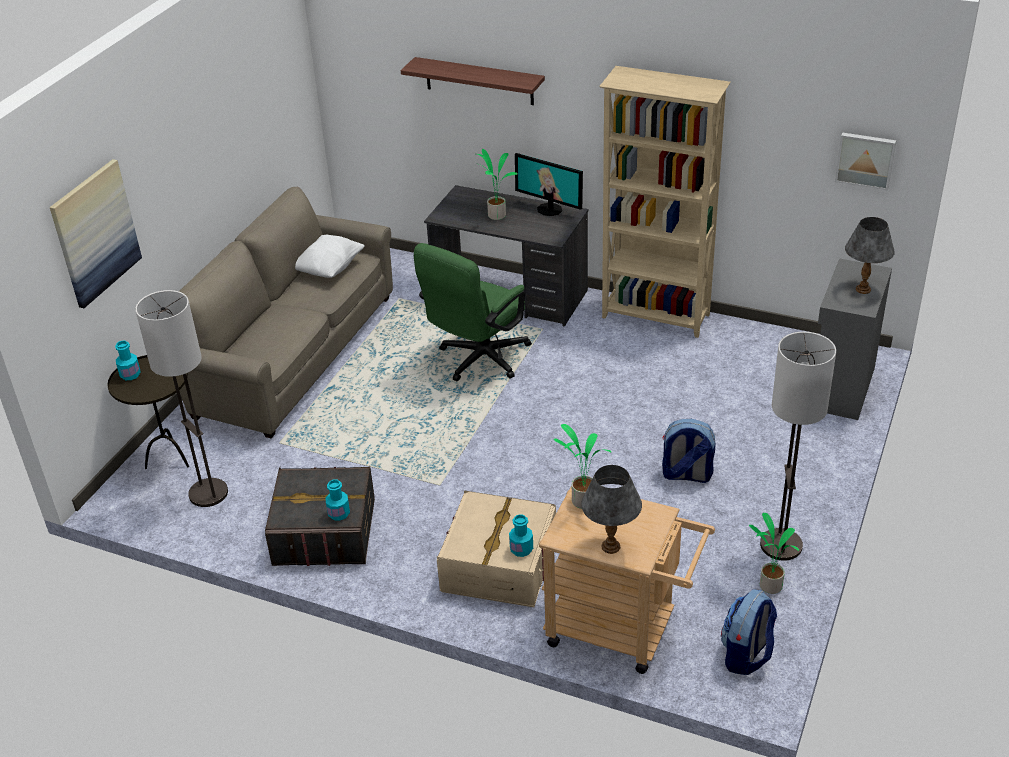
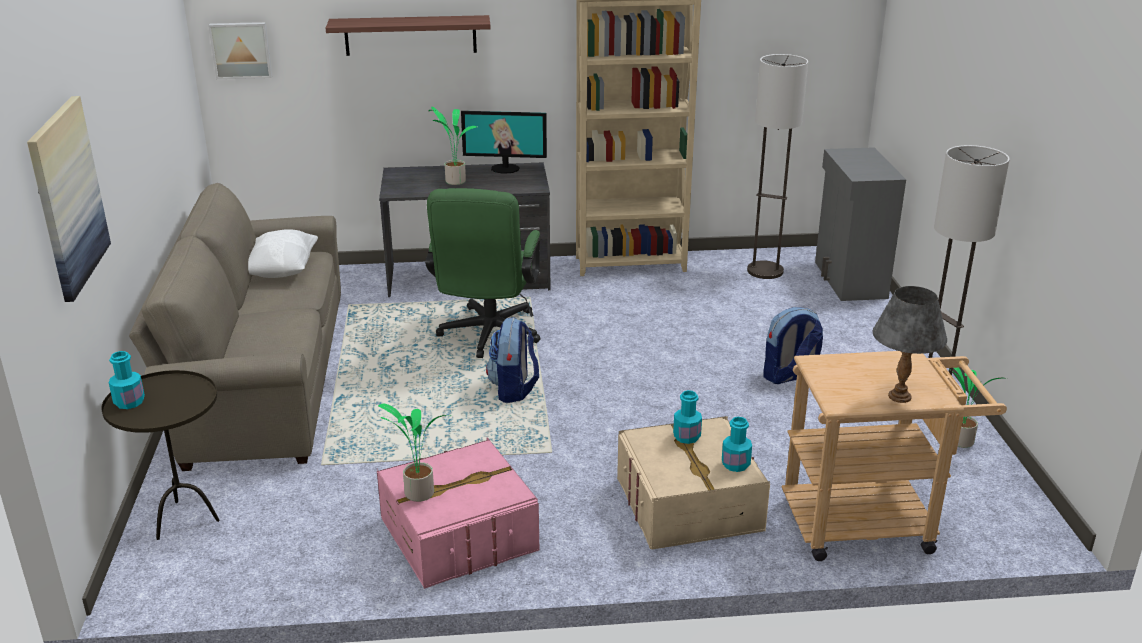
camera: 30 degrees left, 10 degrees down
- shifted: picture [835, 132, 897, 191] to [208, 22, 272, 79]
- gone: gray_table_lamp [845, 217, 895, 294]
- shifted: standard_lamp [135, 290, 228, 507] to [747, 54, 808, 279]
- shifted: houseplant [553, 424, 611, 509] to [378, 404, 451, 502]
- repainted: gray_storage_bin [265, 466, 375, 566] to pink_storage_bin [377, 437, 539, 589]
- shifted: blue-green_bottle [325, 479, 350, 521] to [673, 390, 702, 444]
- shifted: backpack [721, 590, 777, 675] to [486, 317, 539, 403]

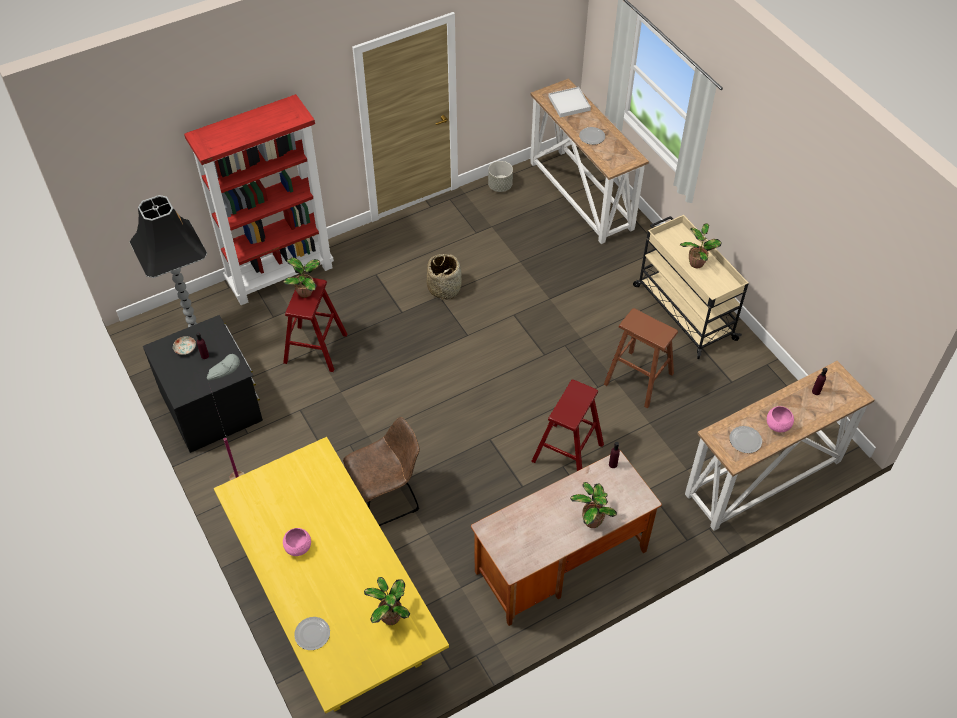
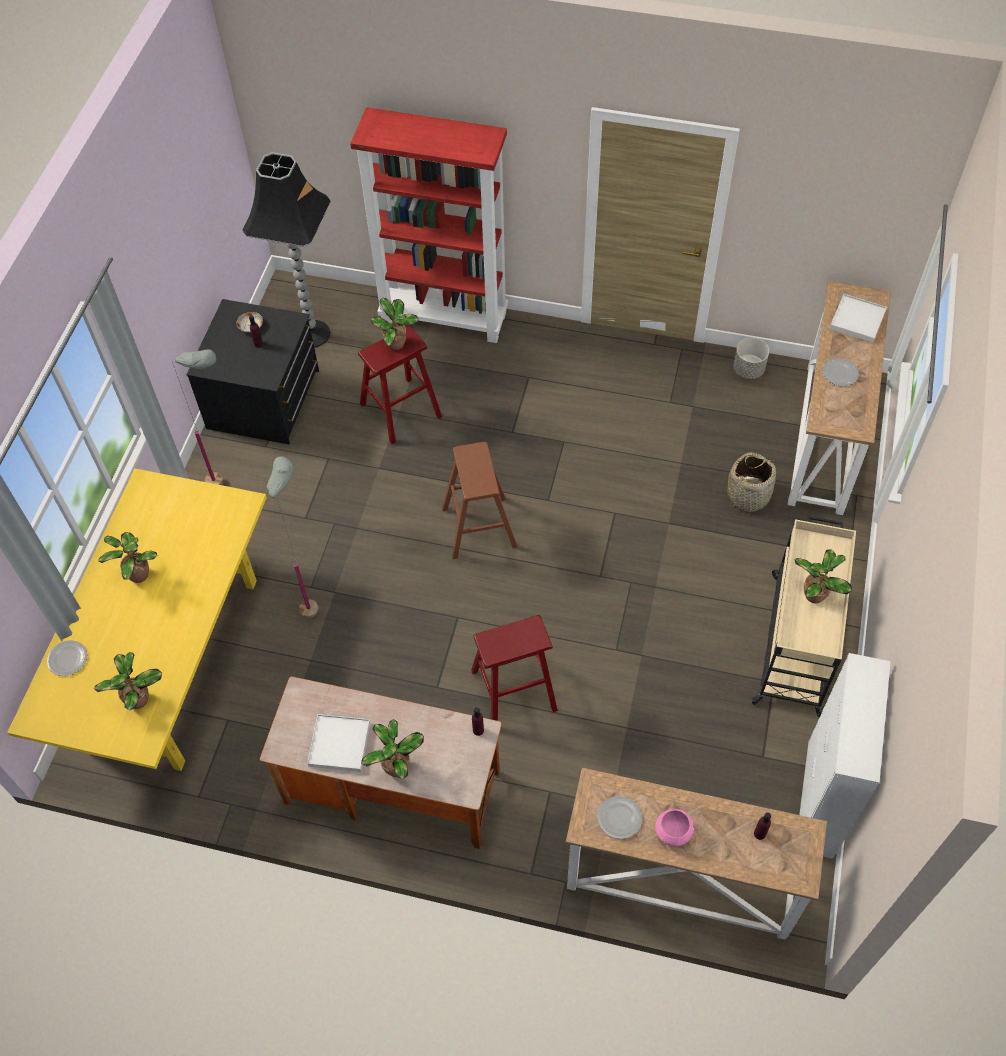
camera: 45 degrees right, 5 degrees up
- shifted: storage_basket [427, 254, 462, 300] to [727, 452, 776, 513]
- shifted: brown-coloured_stool [604, 308, 678, 409] to [442, 442, 518, 559]
- swapped: brown-coloured_plain_chair [343, 417, 420, 526] to gray_standard_lamp [267, 456, 319, 618]
- swapped: pink_serving_bowl [283, 528, 311, 556] to houseplant [98, 532, 158, 583]
- new: white-coloured_cabinet [799, 653, 891, 859]
- new: white-coloured_carrying_tray [307, 714, 370, 772]

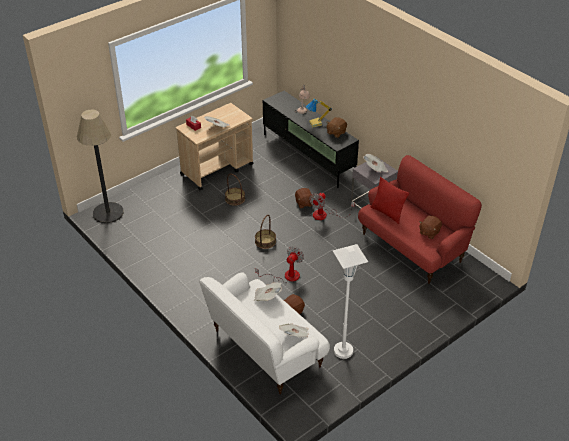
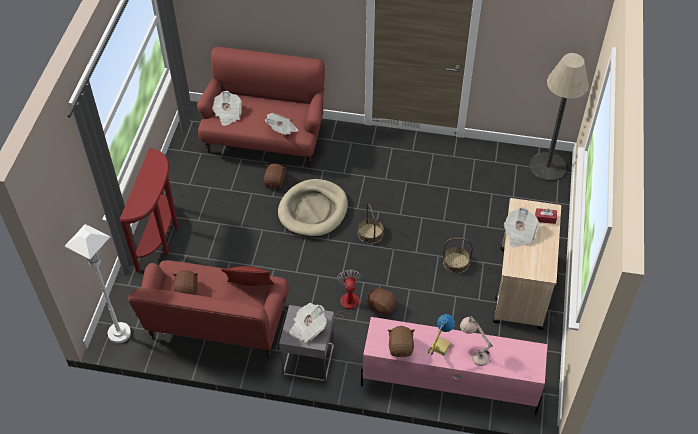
camera: 140 degrees right, 10 degrees up
- repainted: black-coloured_tv_stand [263, 91, 359, 188] to pink_tv_stand [361, 317, 547, 415]
- shifted: white-coloured_standard_lamp [332, 244, 368, 359] to [64, 224, 131, 343]
- swapped: cooling_fan [255, 246, 304, 283] to beige_pet_bed [278, 179, 348, 237]
- repainted: white-coloured_couch [199, 273, 330, 394] to red-coloured_couch [197, 47, 325, 167]
- new: red-coloured_hall_table [119, 148, 179, 272]

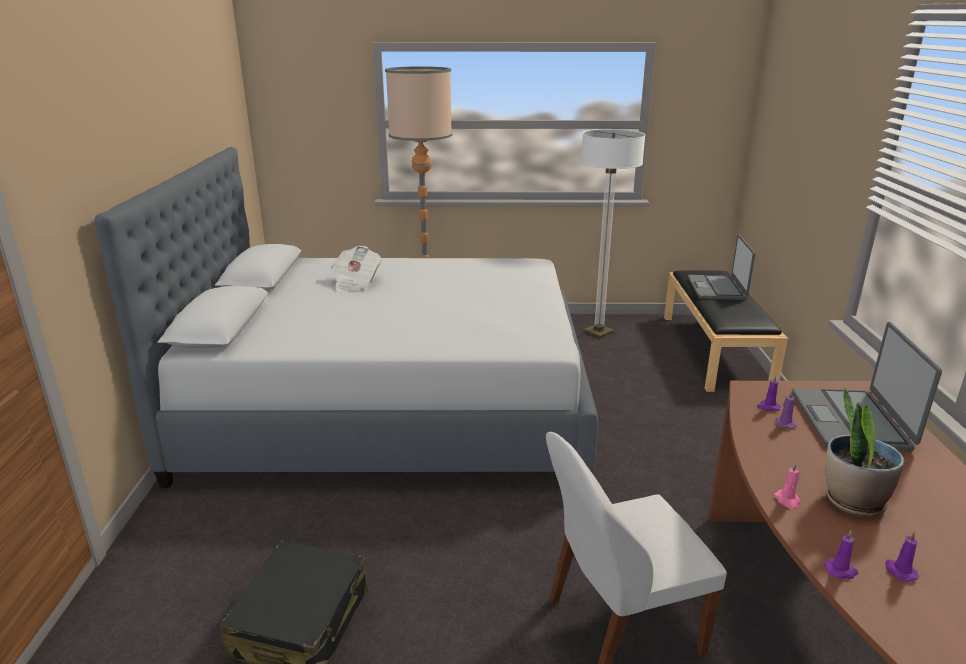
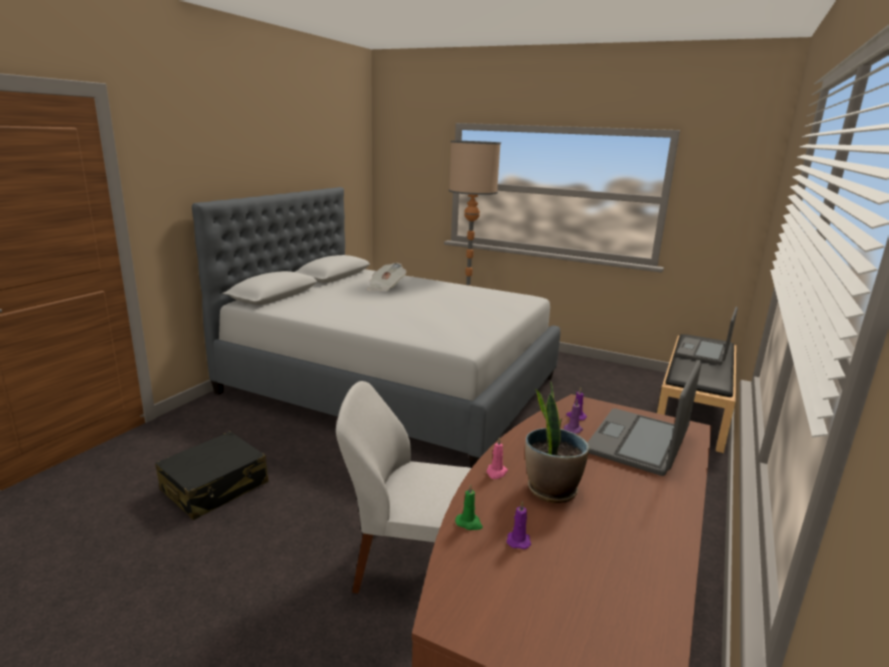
camera: 25 degrees right, 5 degrees down
- gone: standard_lamp [581, 129, 645, 338]
- repainted: purple_wax_candle [824, 530, 858, 579] to green_wax_candle [455, 484, 483, 530]

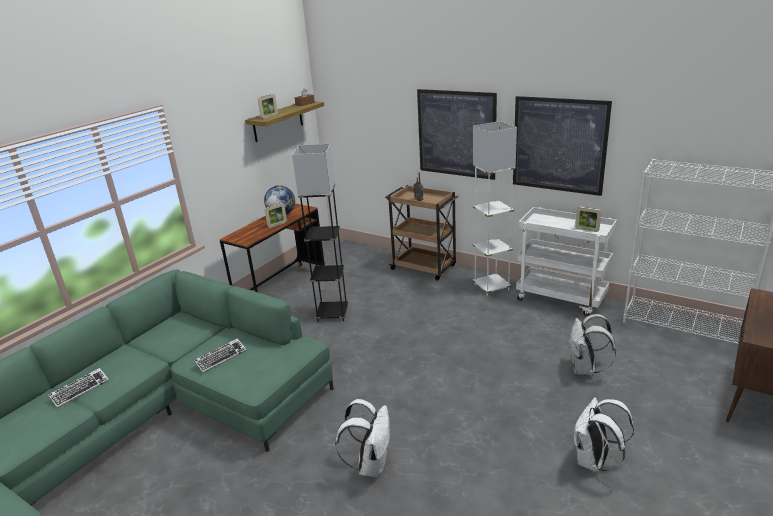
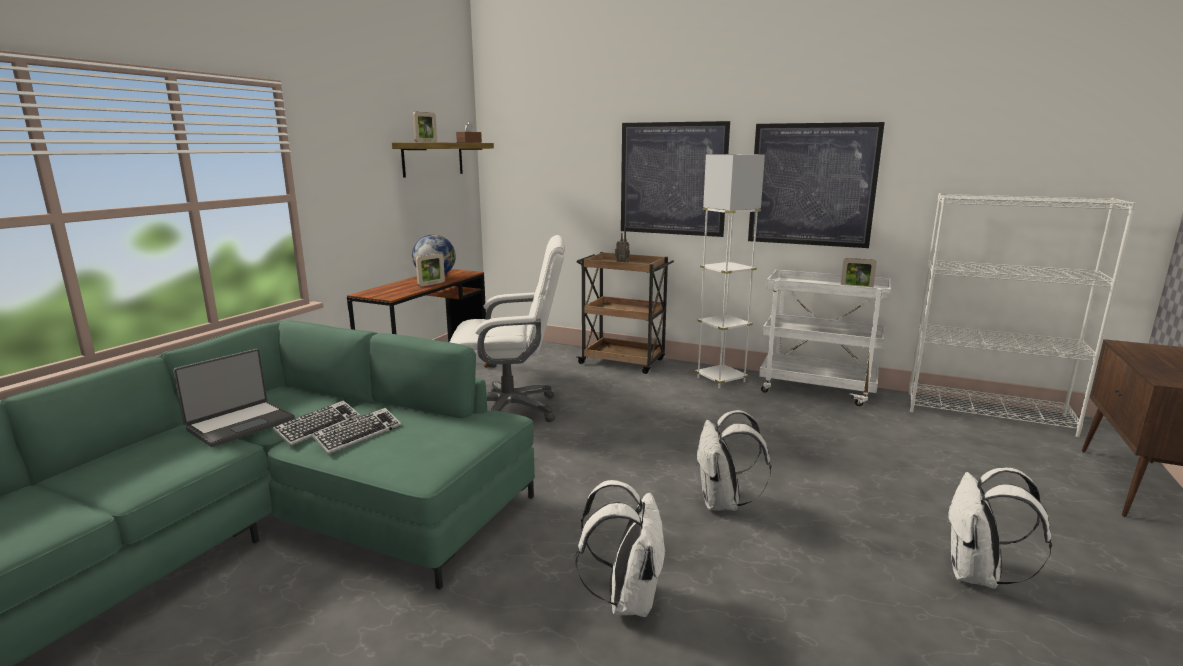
camera: 10 degrees left, 10 degrees down
- swapped: gray_standard_lamp [292, 144, 348, 322] to white-coloured_computer_chair [450, 235, 565, 422]
- shifted: white-coloured_backpack [569, 314, 616, 376] to [696, 410, 771, 511]
- shifted: PC_keyboard [48, 368, 109, 408] to [273, 400, 360, 446]
- new: notebook_computer [173, 349, 295, 447]

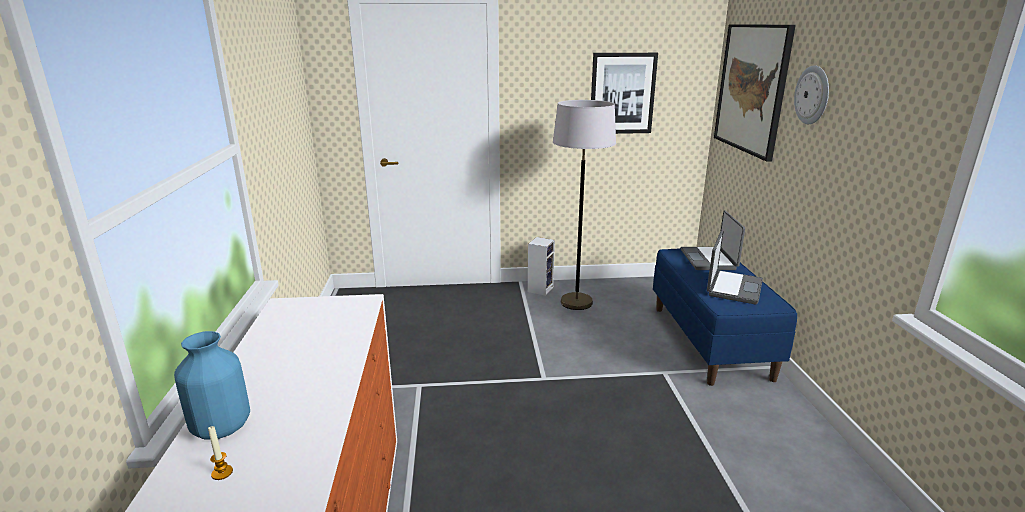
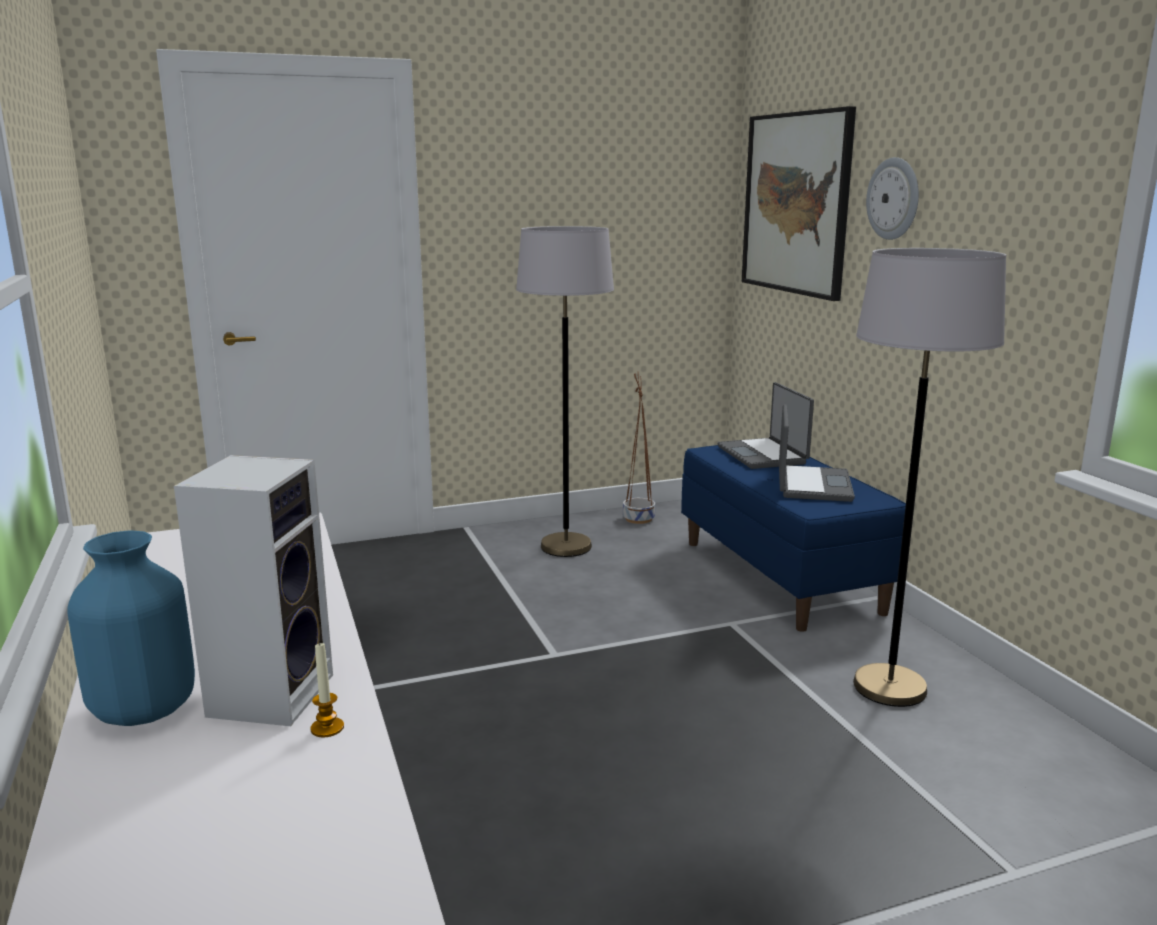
camera: 15 degrees left, 5 degrees down
- gone: picture [591, 53, 658, 134]
- shifted: speaker [528, 237, 555, 296] to [174, 455, 333, 726]
- shifted: wax_candle [208, 426, 233, 480] to [310, 641, 344, 737]
- new: gray_standard_lamp [853, 248, 1006, 707]
- new: brown-coloured_plant_pot [623, 373, 655, 524]

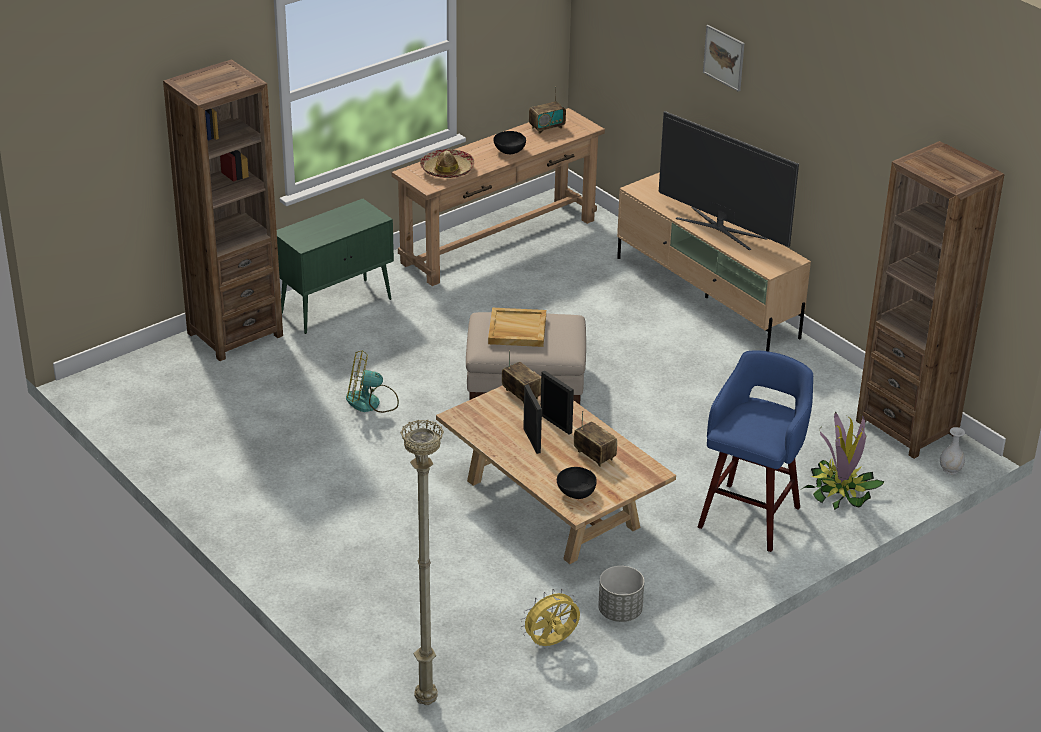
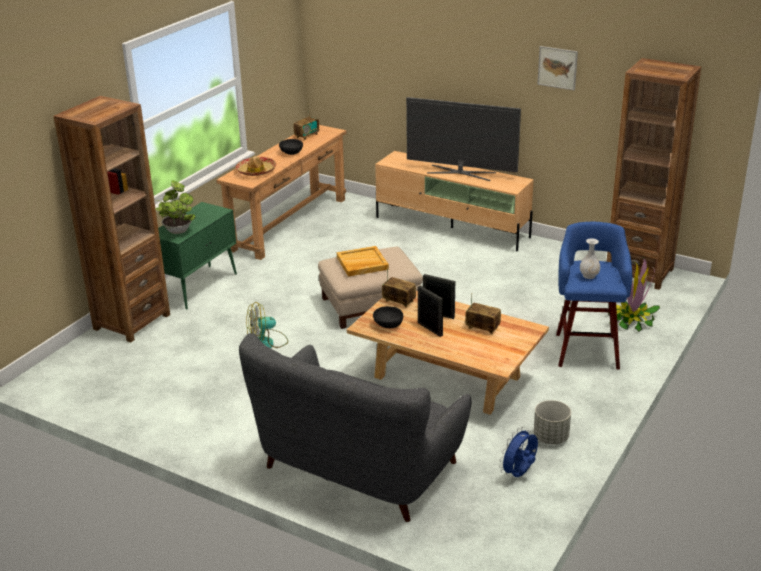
camera: 20 degrees left, 5 degrees down
- shifted: picture [703, 25, 744, 92] to [537, 46, 578, 90]
- gone: beige_standard_lamp [400, 419, 444, 705]
- shifted: white-coloured_flower_vase [940, 427, 965, 475] to [580, 238, 600, 279]
- shifted: black-coloured_serving_bowl [557, 467, 596, 499] to [373, 306, 403, 328]
- repainted: yellow_cooling_fan [520, 589, 580, 646] to bluish_cooling_fan [499, 427, 538, 477]
- new: houseplant [155, 180, 195, 234]
- new: gray_couch [239, 333, 471, 522]

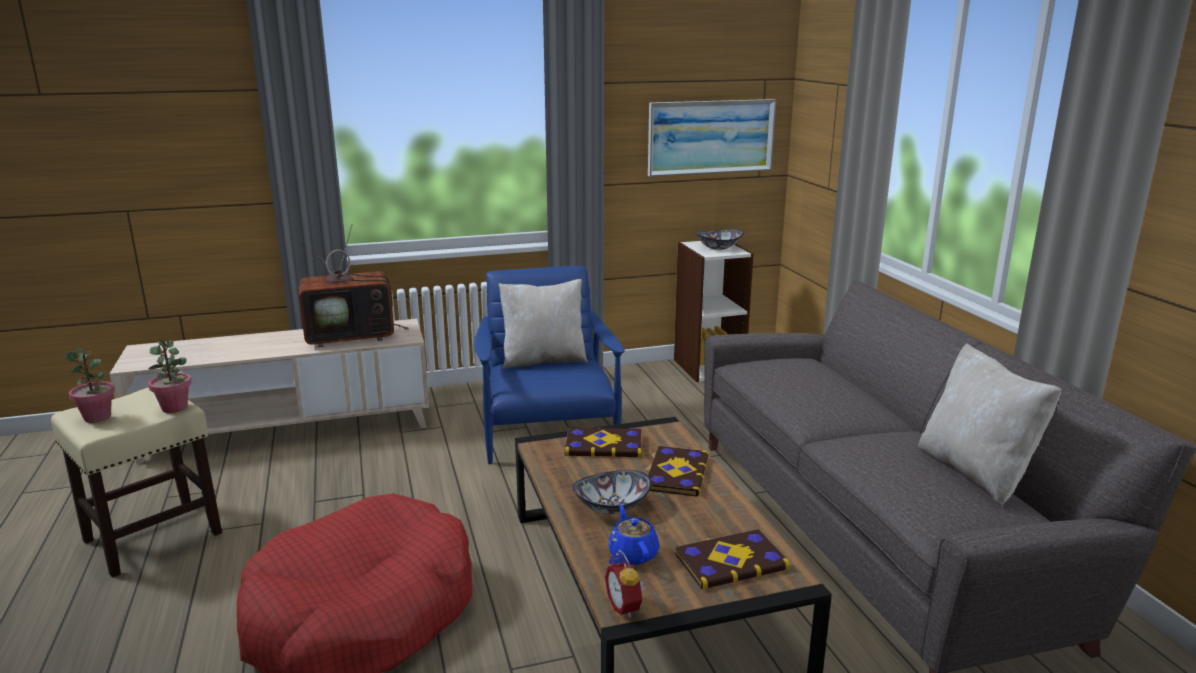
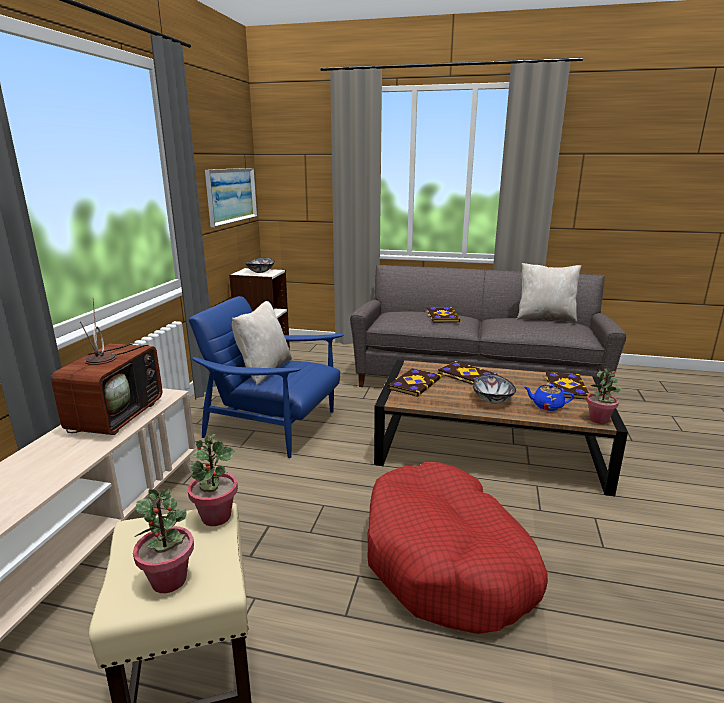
camera: 60 degrees left, 0 degrees up
- swapped: bedside_clock [605, 549, 645, 618] to houseplant [586, 368, 621, 424]
- new: book [426, 307, 461, 322]

